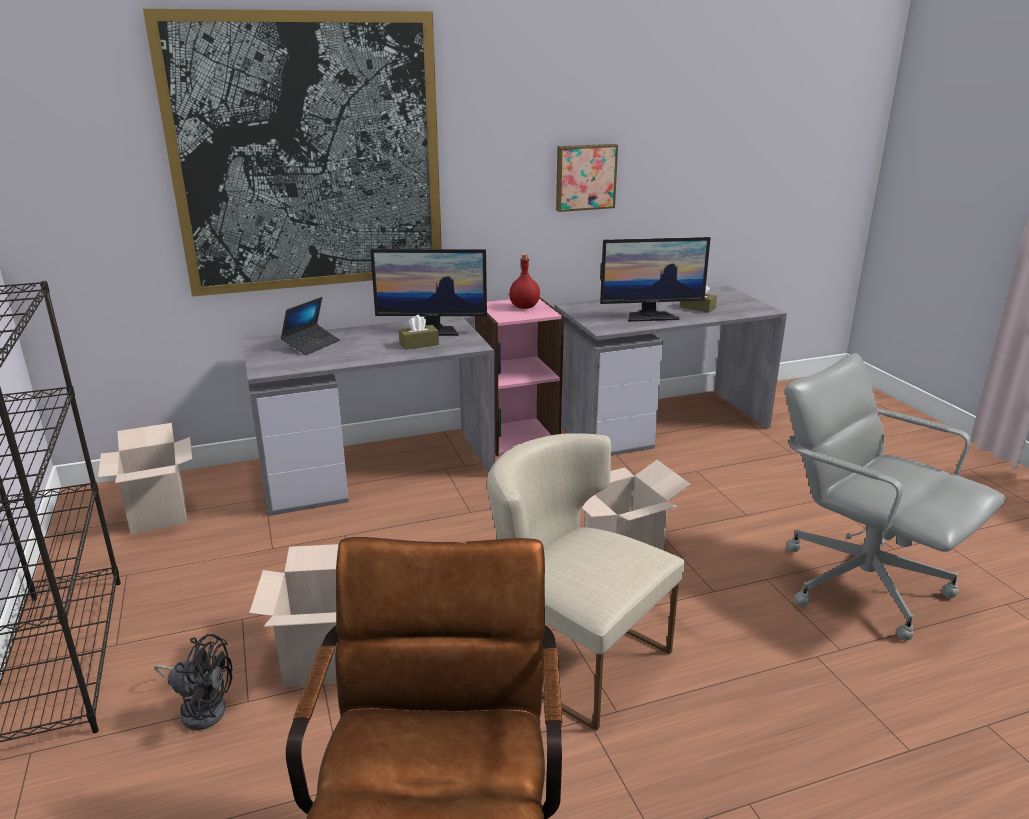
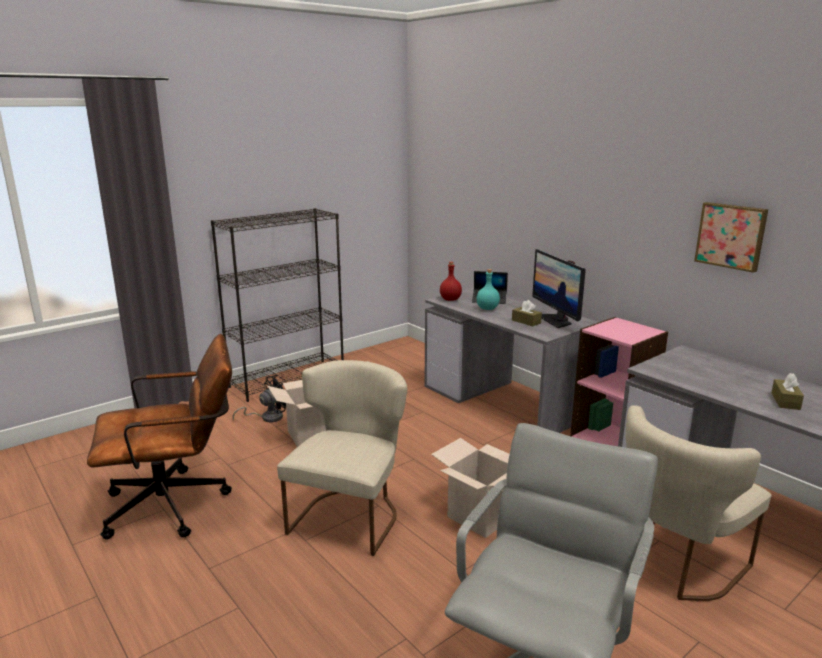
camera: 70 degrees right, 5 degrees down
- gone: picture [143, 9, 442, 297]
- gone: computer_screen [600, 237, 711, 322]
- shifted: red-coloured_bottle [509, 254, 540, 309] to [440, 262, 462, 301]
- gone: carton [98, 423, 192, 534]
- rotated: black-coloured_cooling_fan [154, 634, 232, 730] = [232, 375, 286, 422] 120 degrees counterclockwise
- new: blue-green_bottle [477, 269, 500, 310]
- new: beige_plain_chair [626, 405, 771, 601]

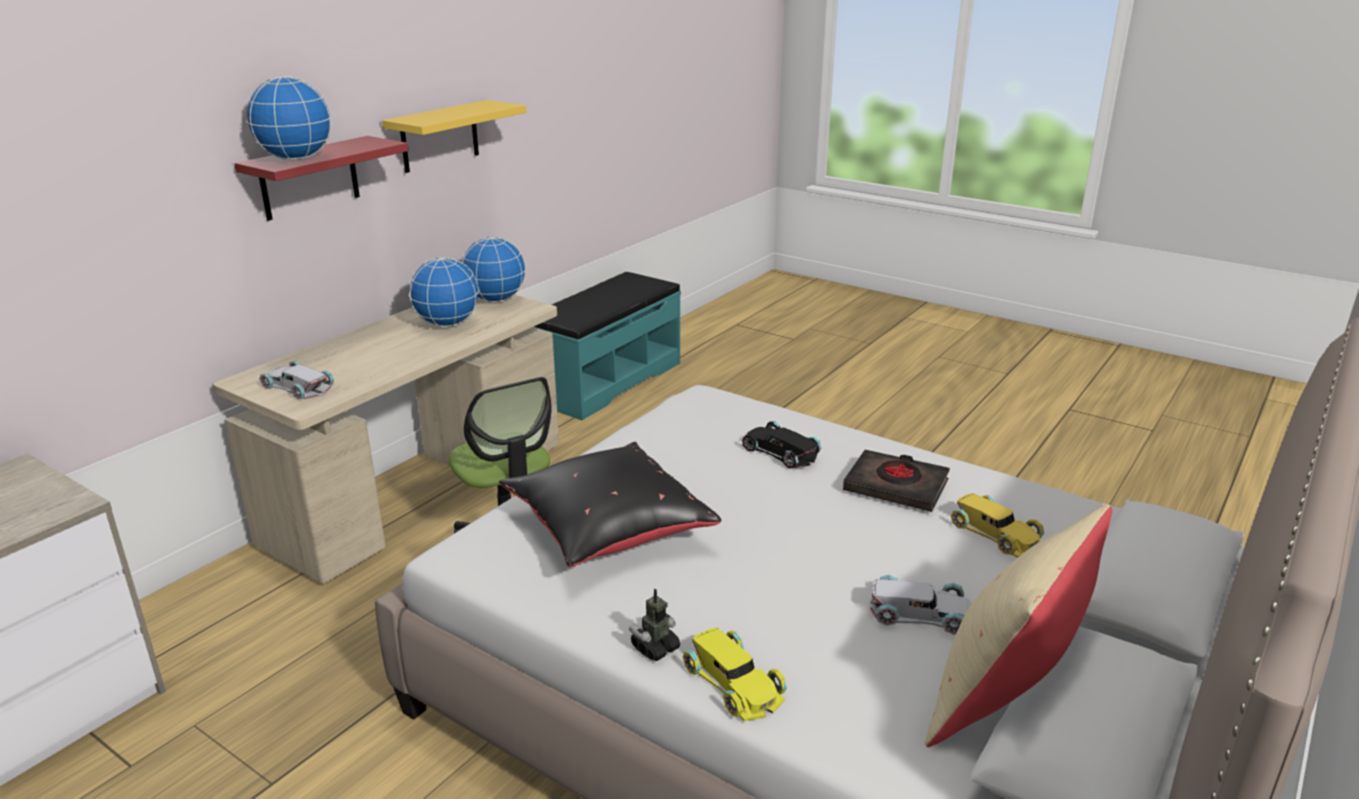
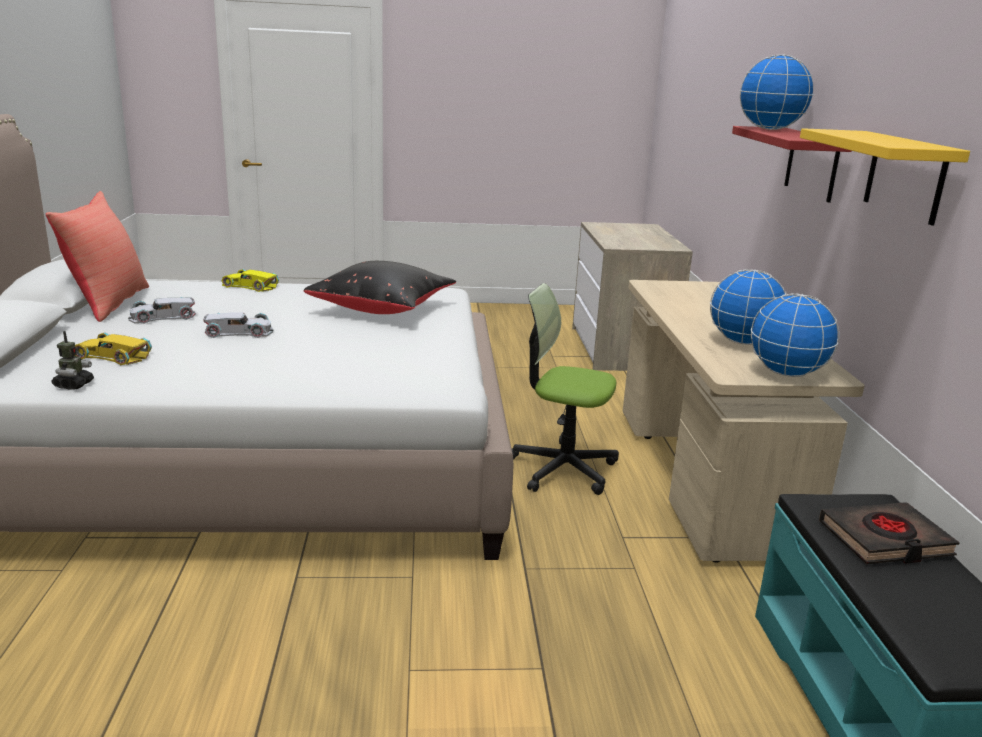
camera: 140 degrees right, 5 degrees down
- shifted: white-coloured_model_car [259, 361, 334, 400] to [203, 313, 273, 338]
- gone: black-coloured_model_car [742, 421, 821, 468]
- shifted: black-coloured_book [843, 450, 950, 512] to [819, 502, 960, 564]
- repainted: beige_pillow [925, 505, 1112, 747] to red-coloured_pillow [46, 191, 149, 322]
- shifted: robot_figure [629, 589, 680, 661] to [52, 331, 94, 390]

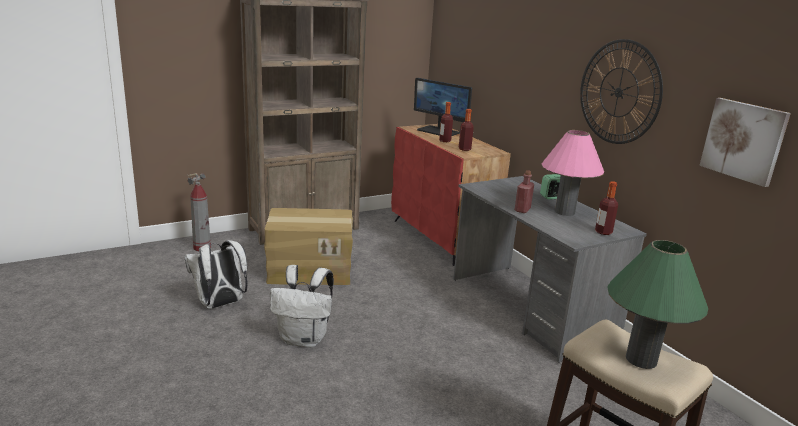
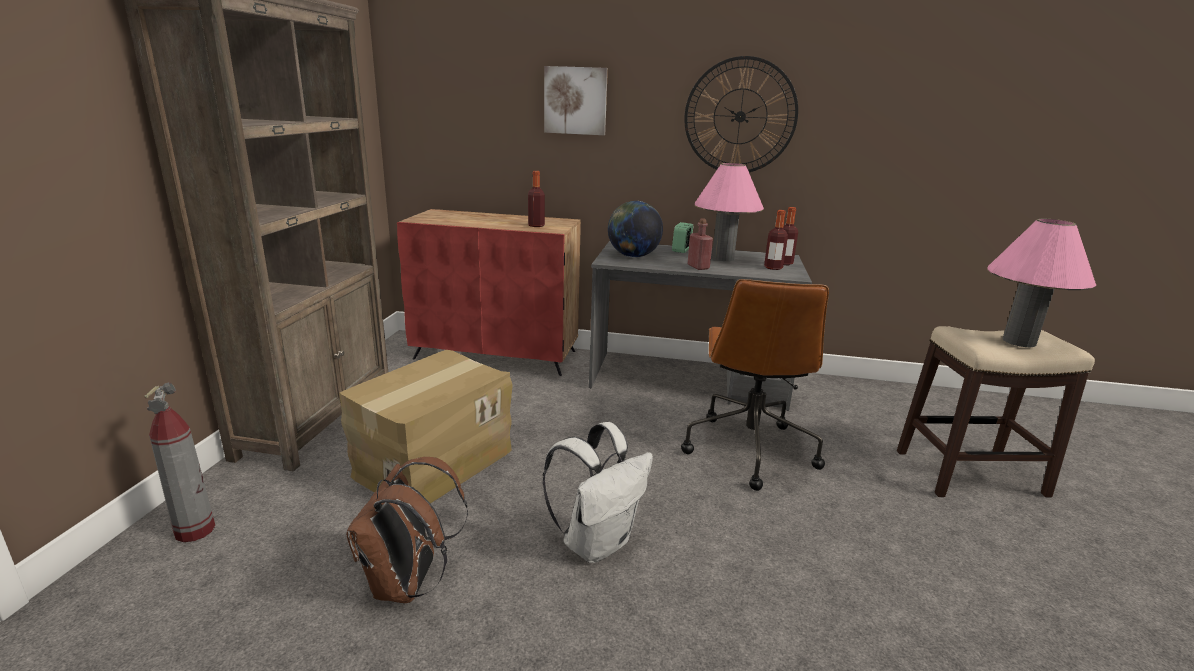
camera: 50 degrees left, 0 degrees up
- gone: computer_screen [414, 78, 472, 136]
- shifted: picture [699, 98, 791, 187] to [544, 66, 608, 135]
- shifted: bottle [439, 102, 453, 142] to [764, 210, 788, 270]
- repainted: white-coloured_backpack [185, 240, 248, 309] to brown-coloured_backpack [346, 457, 468, 603]
- repainted: green_table_lamp [607, 240, 708, 369] to pink_table_lamp [987, 219, 1096, 347]
- new: globe [608, 201, 663, 258]
- new: brown-coloured_computer_chair [681, 279, 829, 491]

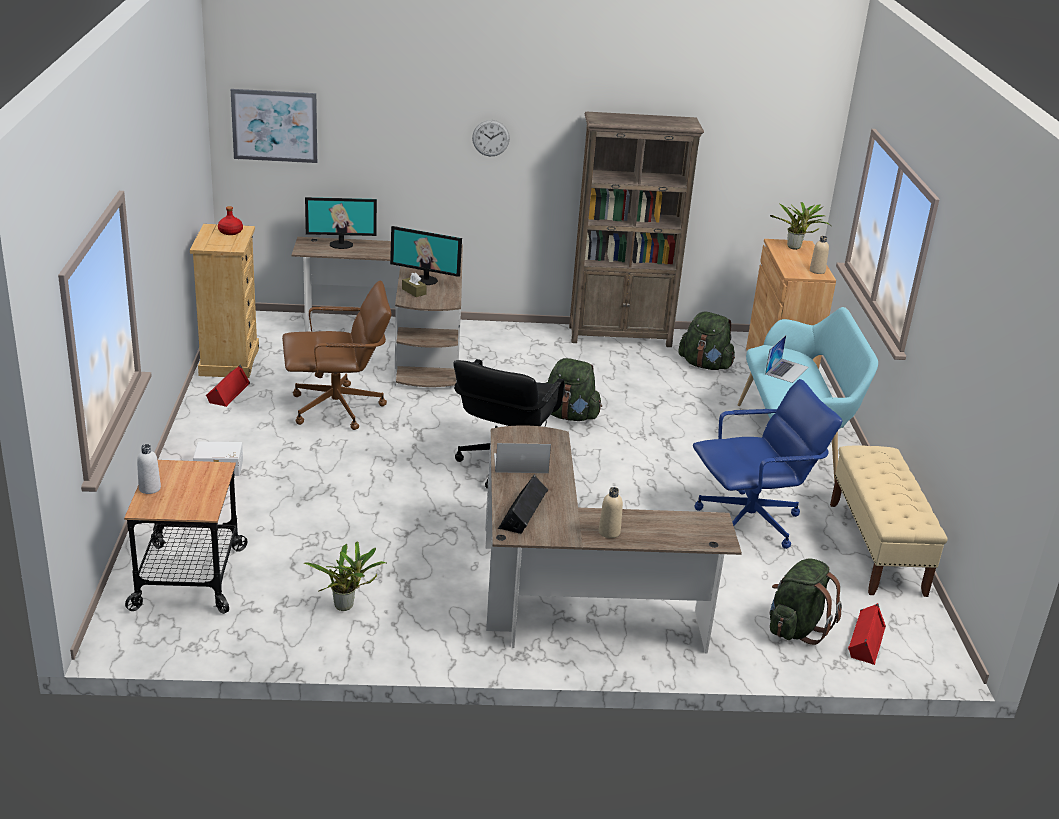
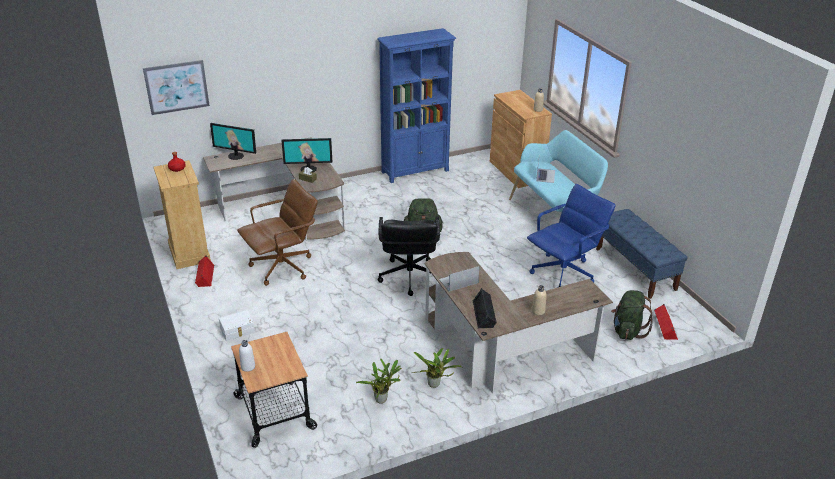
camera: 20 degrees left, 5 degrees up
- repainted: brown-coloured_bookshelf [569, 112, 704, 347] to bluish_bookshelf [377, 28, 456, 183]
- gone: hanging_clock [472, 120, 510, 156]
- rotated: computer_screen [305, 197, 377, 249] = [210, 123, 256, 160] 45 degrees clockwise
- shifted: houseplant [770, 202, 830, 250] to [412, 348, 462, 388]
- gone: green_backpack [678, 312, 735, 370]
- repainted: beige_bench [830, 445, 948, 597] to bluish_bench [596, 209, 688, 299]

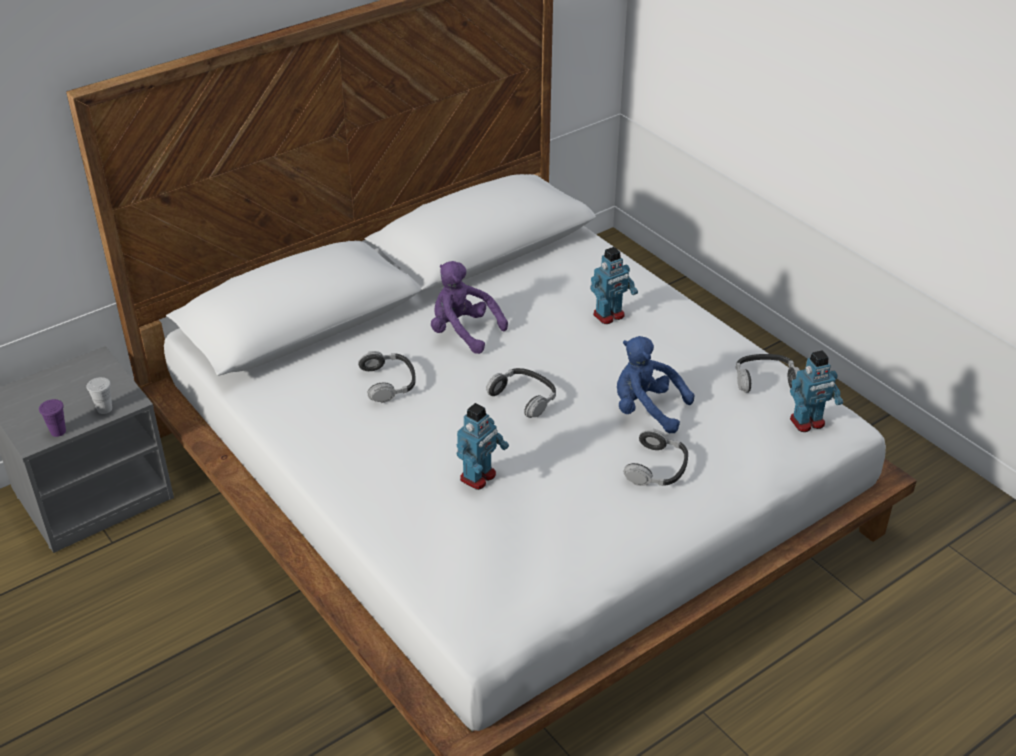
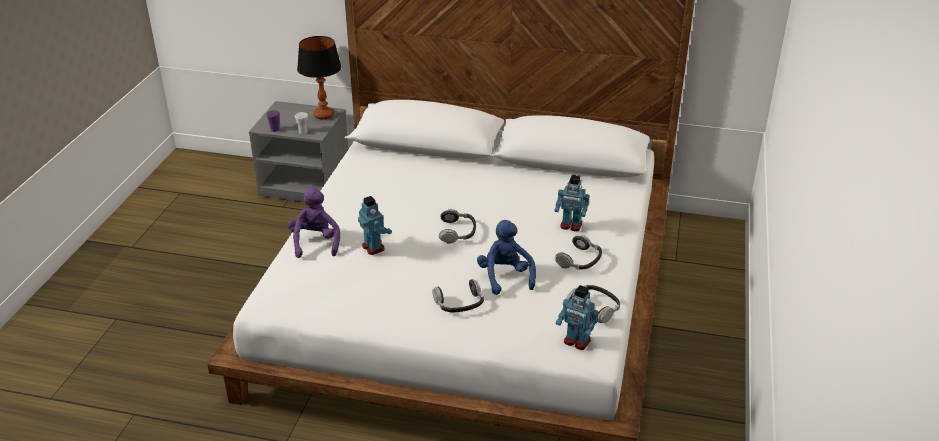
camera: 50 degrees right, 5 degrees down
- shifted: purple_cuddly_toy [431, 261, 508, 354] to [287, 187, 340, 258]
- shifted: pair_of_headphones [358, 351, 416, 403] to [555, 235, 602, 270]
- rotated: robot_figure [456, 403, 509, 490] = [358, 196, 392, 255] 120 degrees counterclockwise
- new: table_lamp [297, 36, 341, 119]

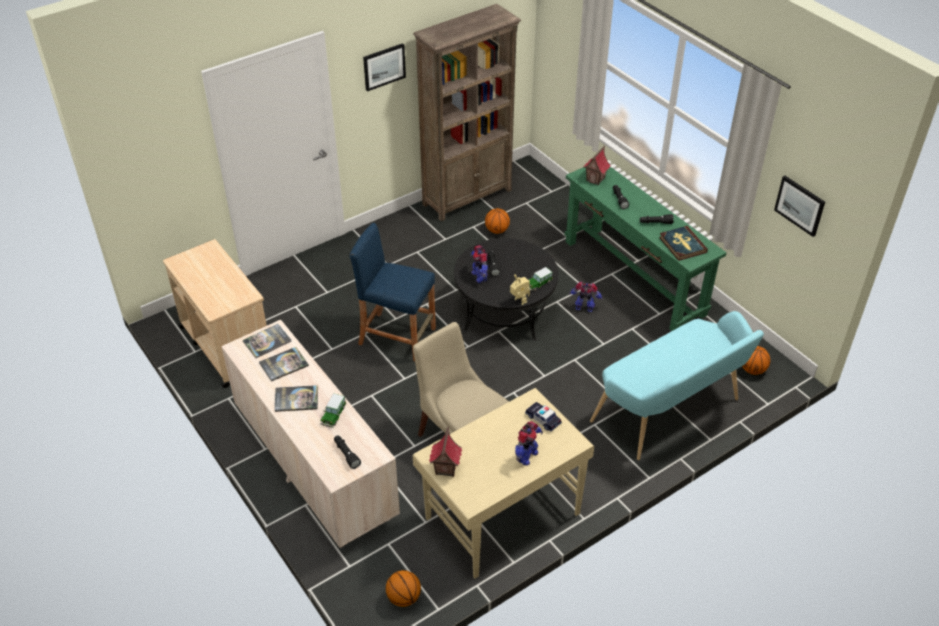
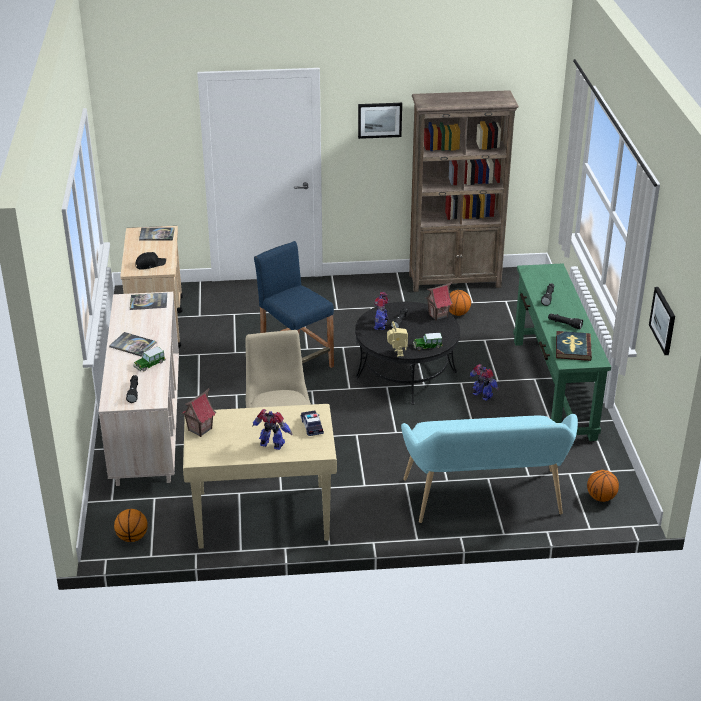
camera: 30 degrees right, 10 degrees down
- shifted: model_house [584, 145, 610, 185] to [425, 282, 453, 321]
- shifted: book [259, 347, 309, 381] to [139, 227, 175, 241]
- rotated: robot_figure [515, 421, 543, 466] = [252, 409, 292, 450] 135 degrees counterclockwise
- new: black-coloured_baseball_cap [135, 252, 166, 270]

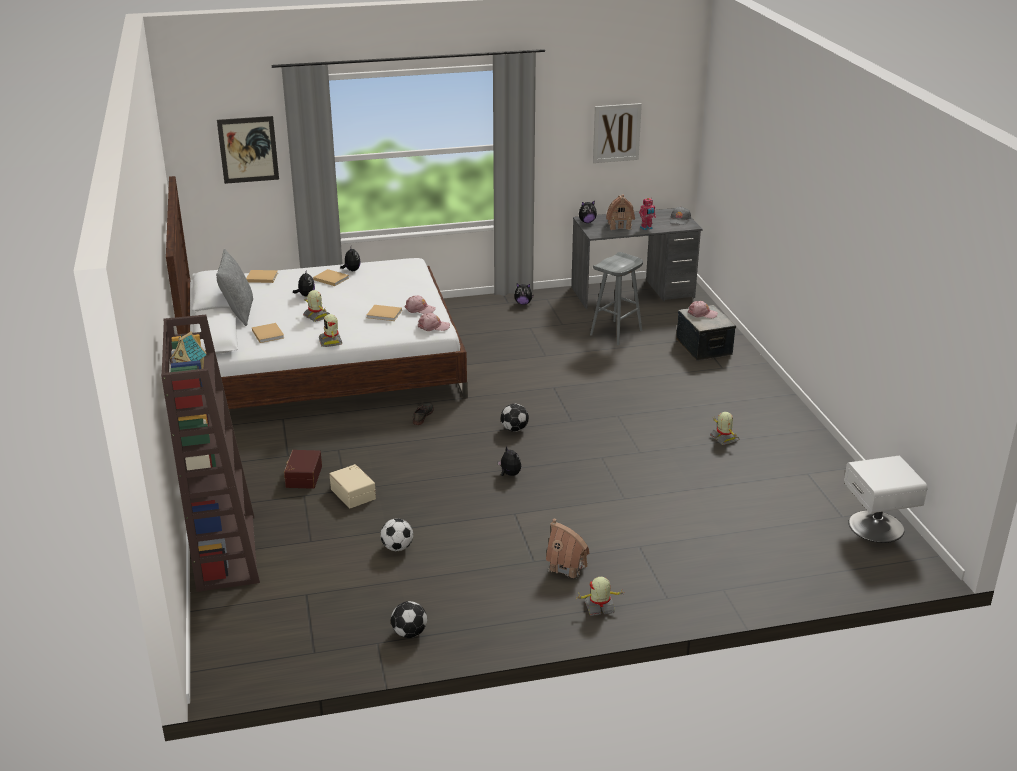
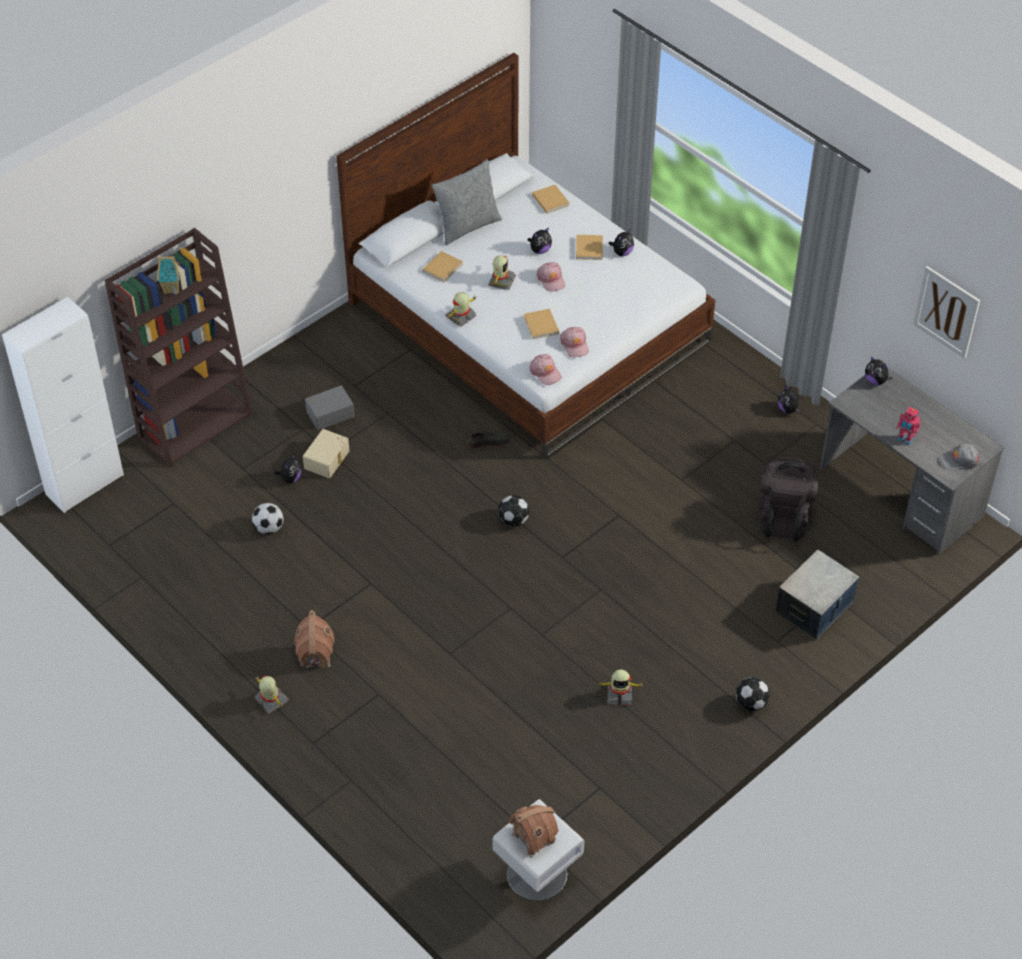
camera: 60 degrees right, 20 degrees up
- gone: picture [217, 116, 279, 184]
- shifted: model_house [606, 194, 635, 230] to [509, 805, 558, 858]
- swapped: gray_stool [590, 252, 643, 345] to black-coloured_backpack [759, 458, 819, 542]
- shifted: pink_baseball_cap [688, 301, 718, 318] to [537, 262, 565, 292]
- rotated: robot_figure [710, 412, 739, 445] = [597, 669, 644, 705] 60 degrees clockwise
- shifted: cuddly_toy [497, 446, 521, 476] to [274, 455, 301, 483]
- repainted: brown-coloured_storage_bin [284, 450, 322, 489] to gray_storage_bin [305, 385, 354, 430]
- shifted: ball_for_football [391, 601, 427, 638] to [736, 677, 770, 711]
- new: white-coloured_cabinet [2, 297, 124, 513]

